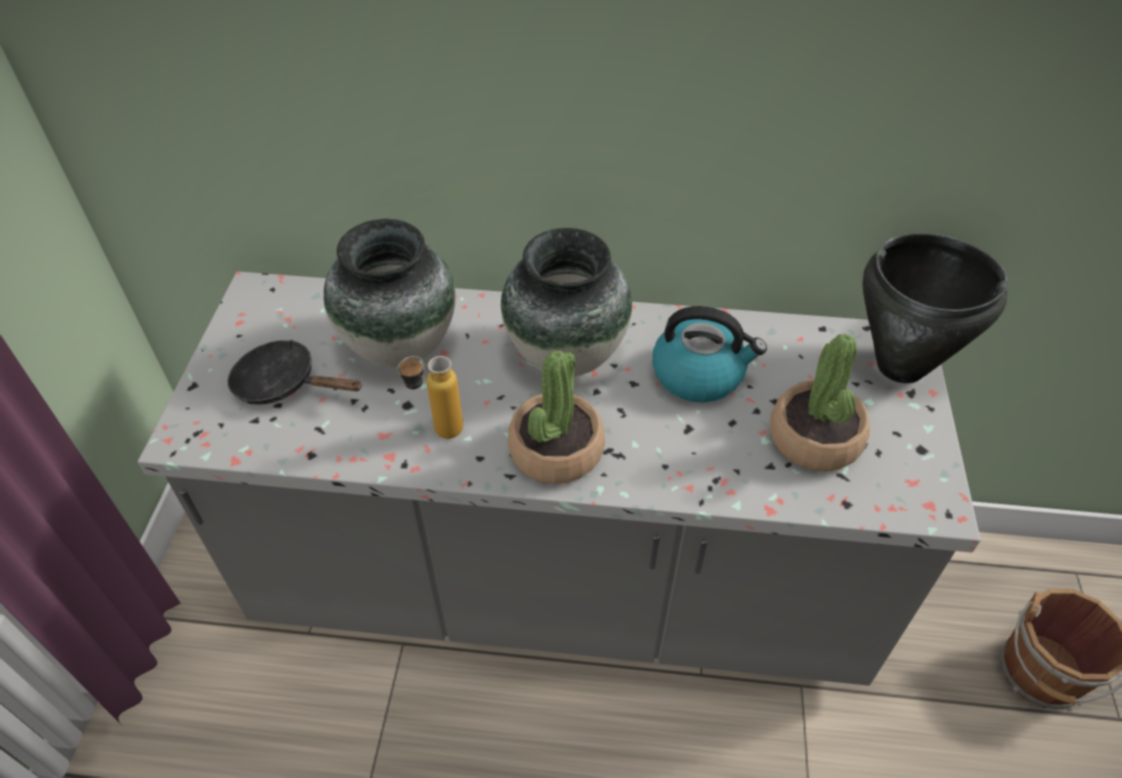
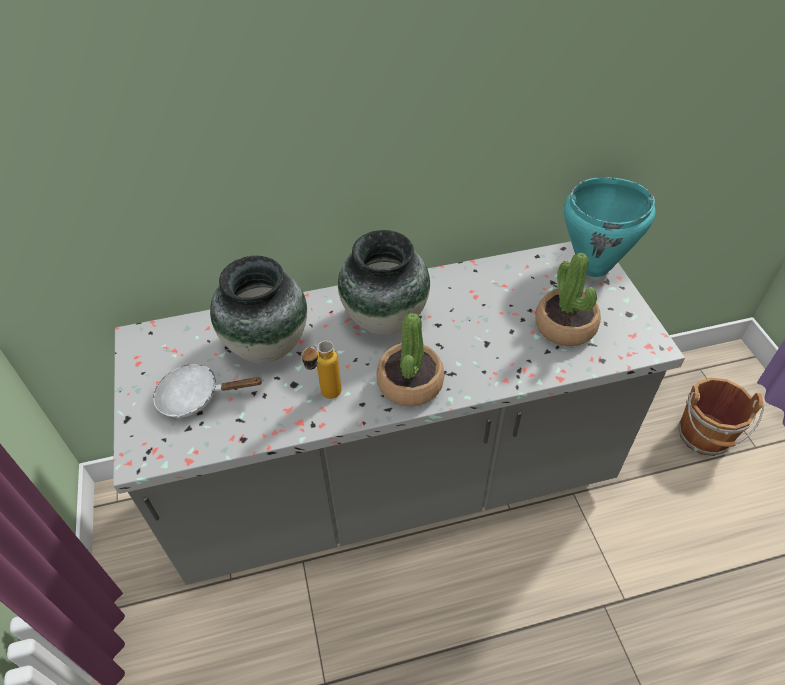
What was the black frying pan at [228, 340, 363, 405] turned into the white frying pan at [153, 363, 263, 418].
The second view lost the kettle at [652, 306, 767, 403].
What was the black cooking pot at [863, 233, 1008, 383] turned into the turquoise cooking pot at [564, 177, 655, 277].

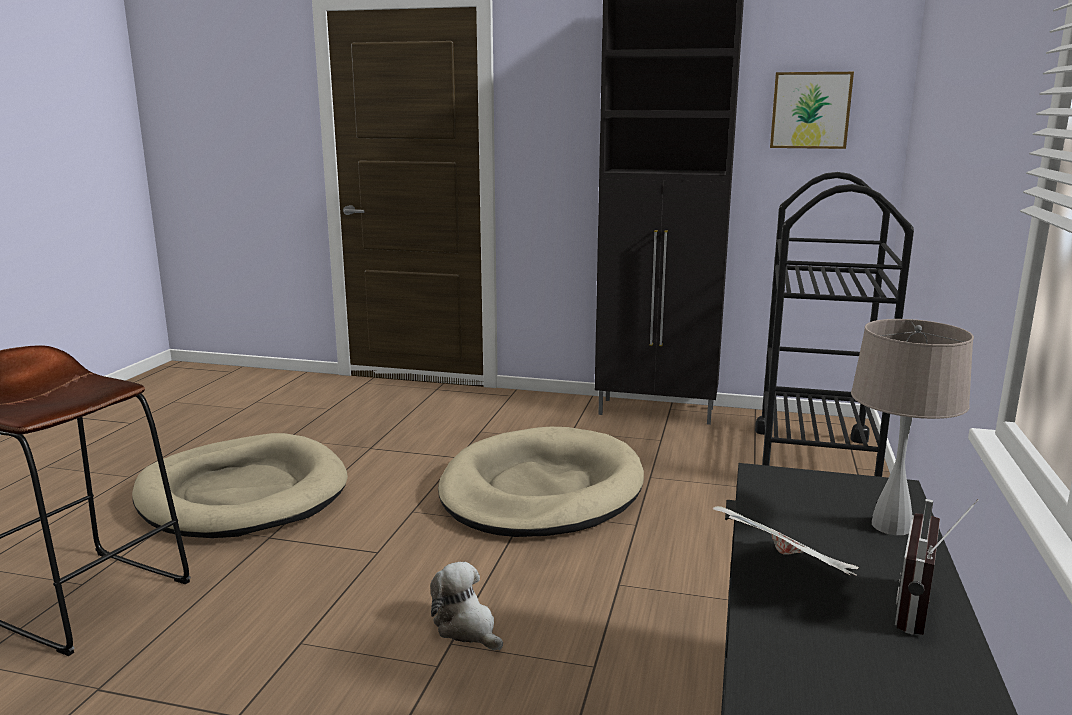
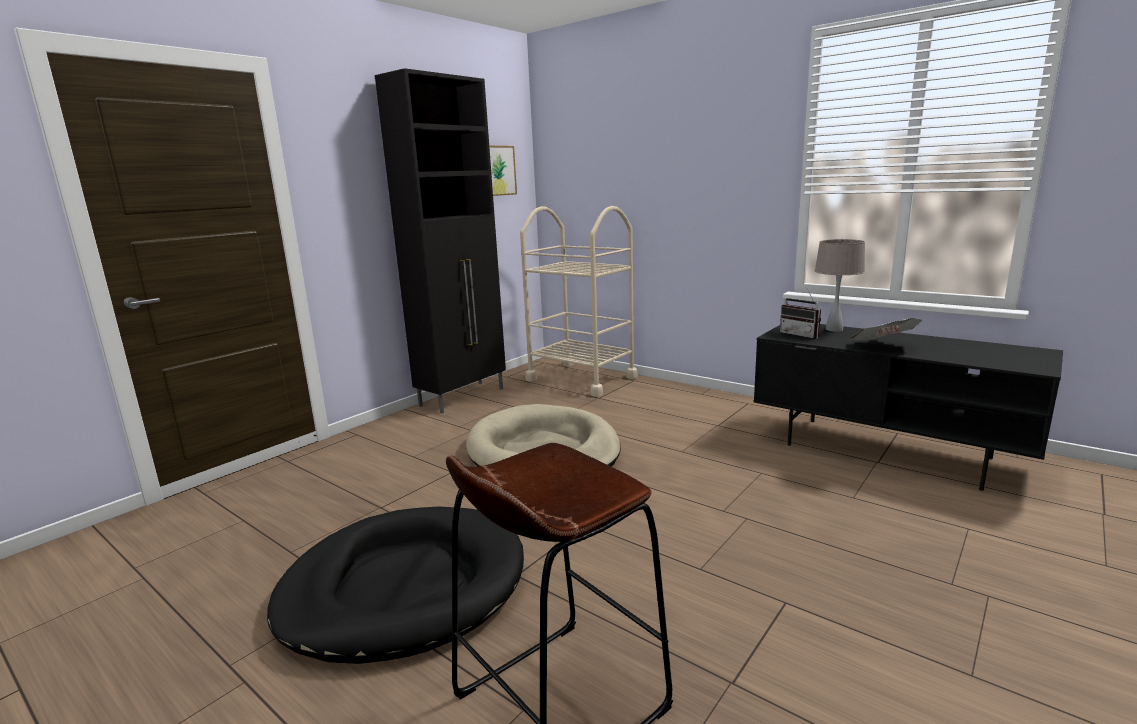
What was the beige dog bed at [132, 433, 348, 538] turned into the black dog bed at [267, 506, 524, 664].
The second view lost the plush toy at [430, 562, 503, 650].
What was the black cart at [755, 172, 914, 477] turned into the beige cart at [520, 206, 638, 397].
The radio ended up elsewhere, having gone from [895, 499, 979, 635] to [780, 289, 821, 339].

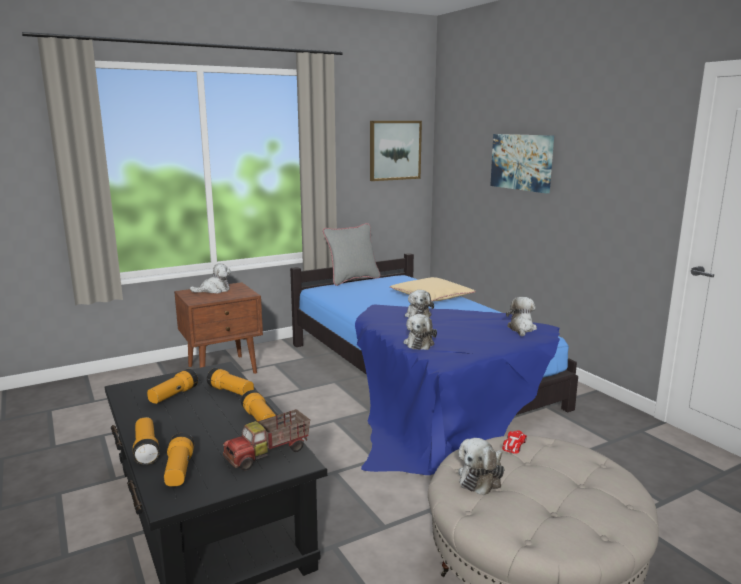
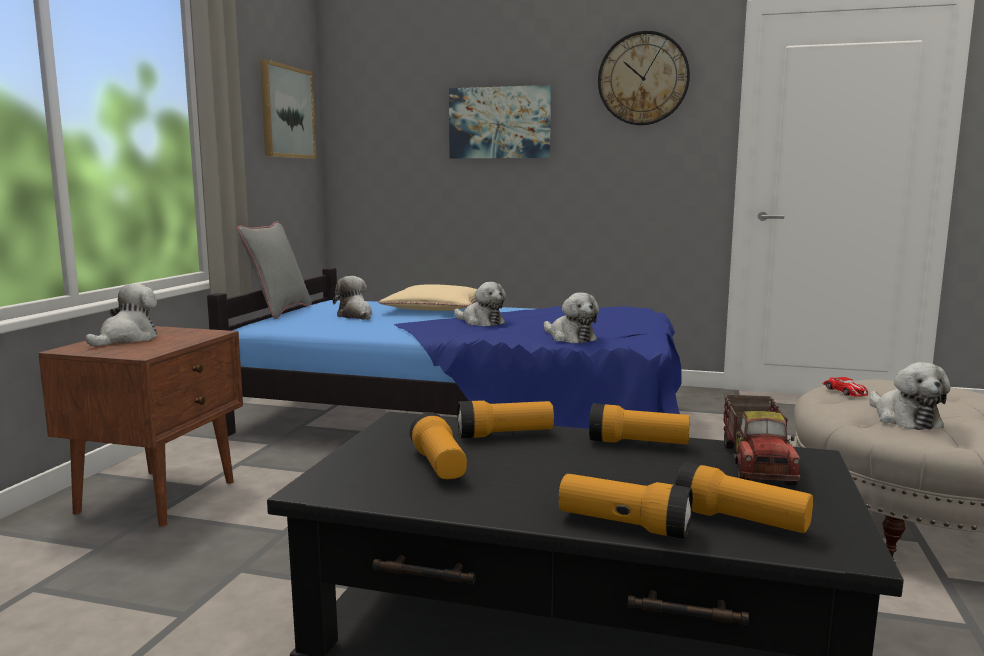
The plush toy ended up elsewhere, having gone from [506, 297, 537, 336] to [333, 276, 372, 320].
The second view gained the wall clock at [598, 31, 690, 125].

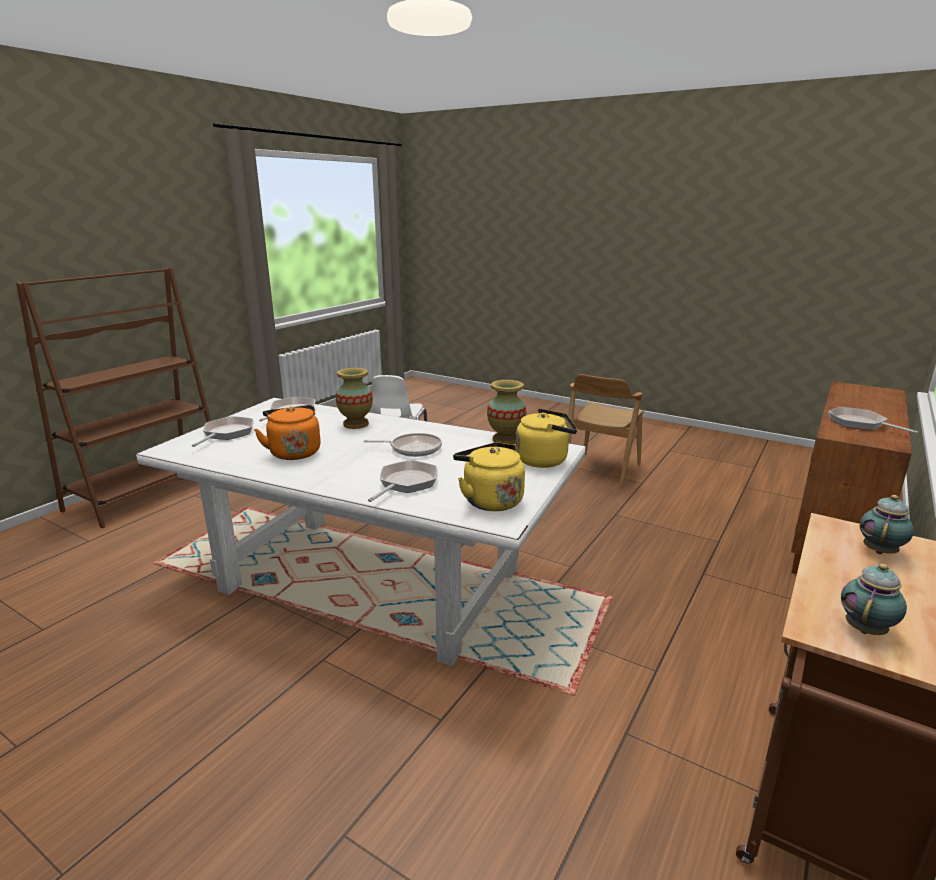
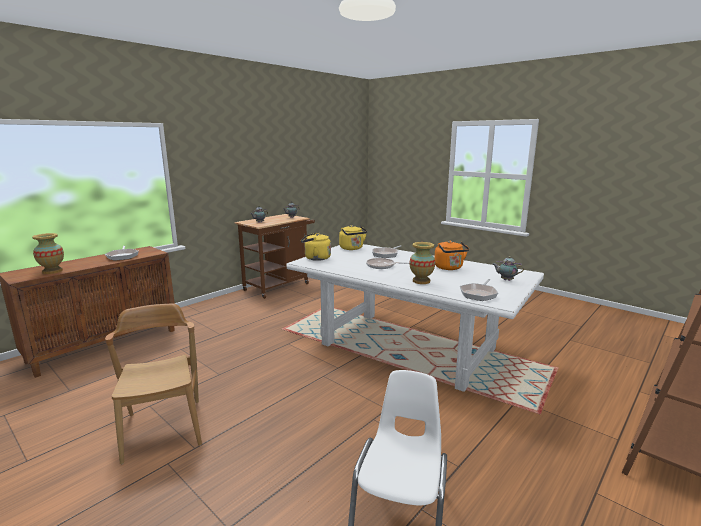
Where the frying pan stood at [192, 416, 254, 447], the teapot came to stand at [493, 256, 524, 281].
The vase ended up elsewhere, having gone from [487, 380, 526, 445] to [32, 233, 64, 274].
The brown chair at [567, 374, 644, 490] ended up facing another way, 60 degrees counterclockwise from before.

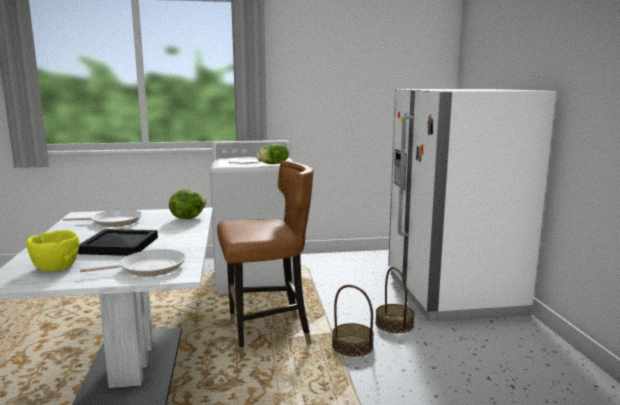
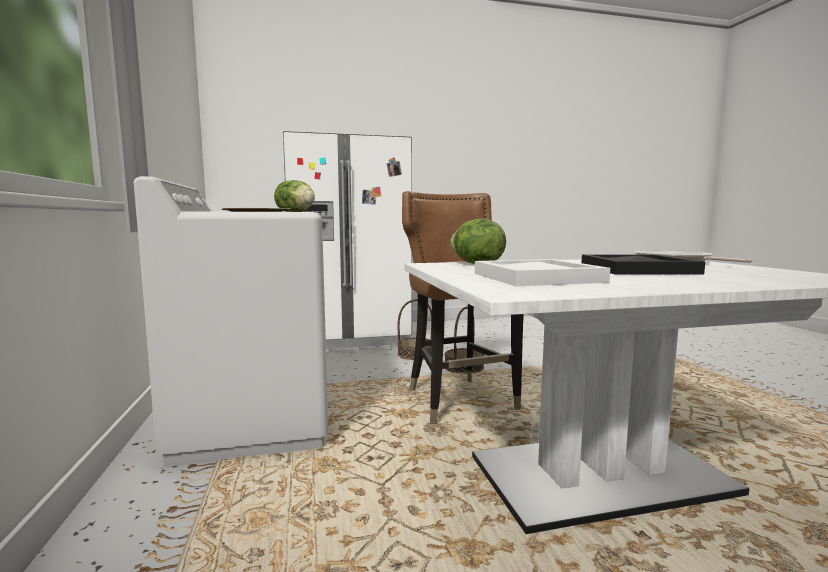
The second view lost the yellow bowl at [26, 230, 79, 271].
Where the frying pan stood at [63, 210, 142, 227], the white tray came to stand at [475, 259, 610, 286].

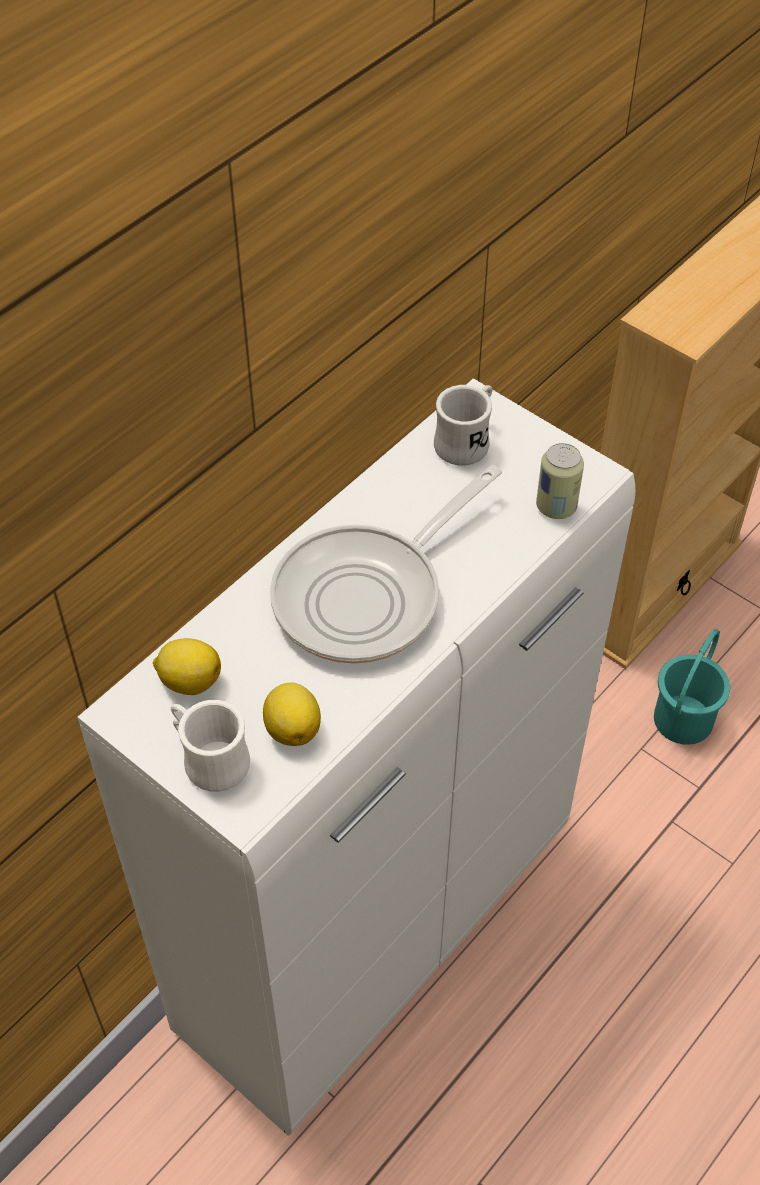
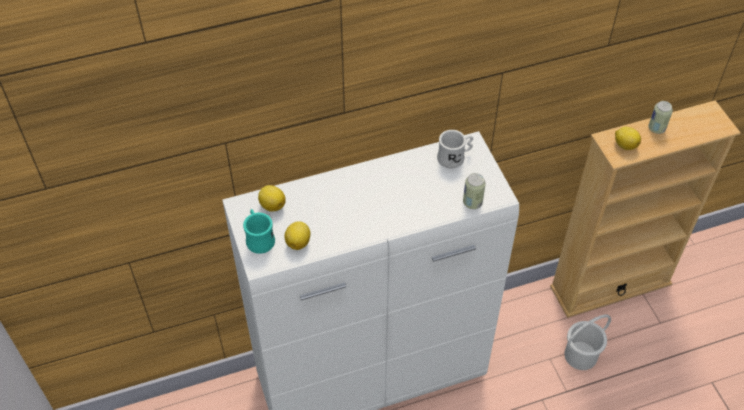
What was the white mug at [171, 700, 250, 792] turned into the turquoise mug at [243, 209, 275, 254].
The second view lost the frying pan at [270, 465, 502, 664].
What was the turquoise bucket at [654, 629, 730, 745] turned into the white bucket at [564, 315, 611, 370].
The second view gained the lemon at [615, 127, 641, 150].
The second view gained the can at [648, 101, 673, 134].

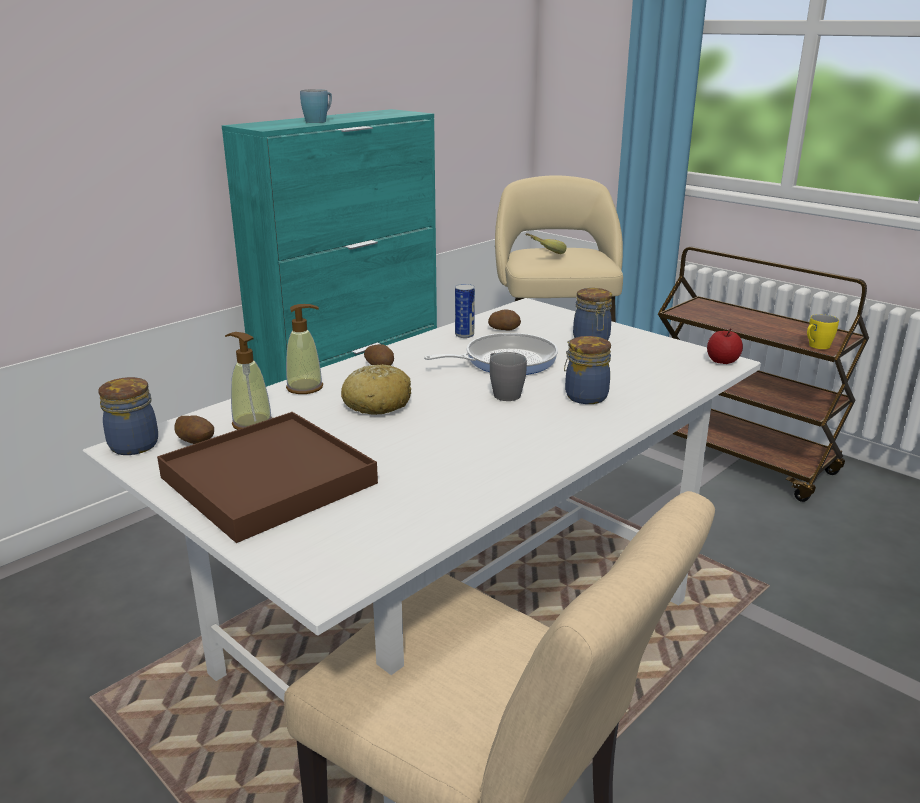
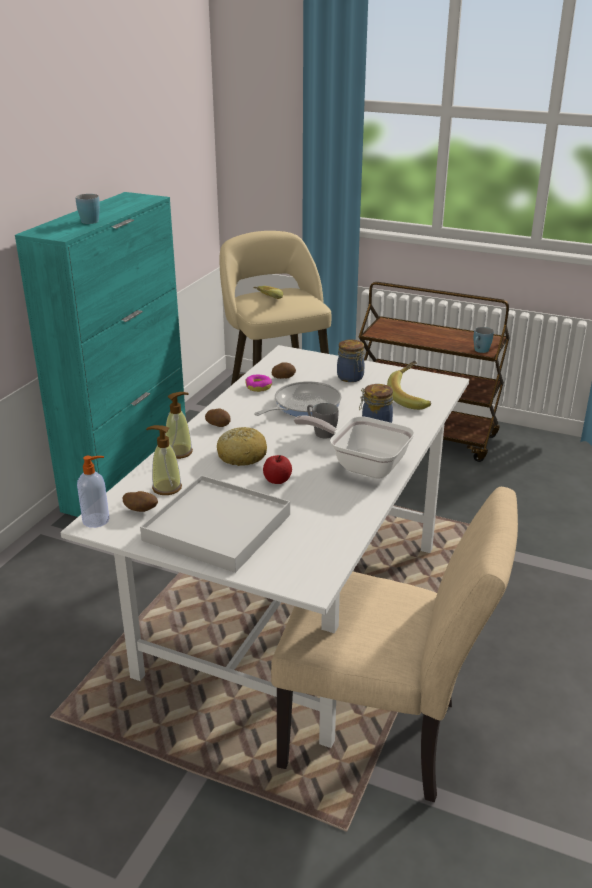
Where the jar stood at [98, 377, 158, 455], the soap dispenser came to stand at [77, 456, 109, 528].
What was the brown tray at [157, 412, 378, 543] turned into the white tray at [140, 475, 290, 573].
Where the can stood at [455, 284, 475, 338], the donut came to stand at [245, 375, 272, 392].
The apple ended up elsewhere, having gone from [707, 328, 743, 364] to [263, 455, 292, 484].
What was the yellow mug at [807, 314, 839, 349] turned into the blue mug at [473, 327, 494, 353].
The second view gained the frying pan at [294, 416, 415, 479].
The second view gained the banana at [387, 361, 431, 410].

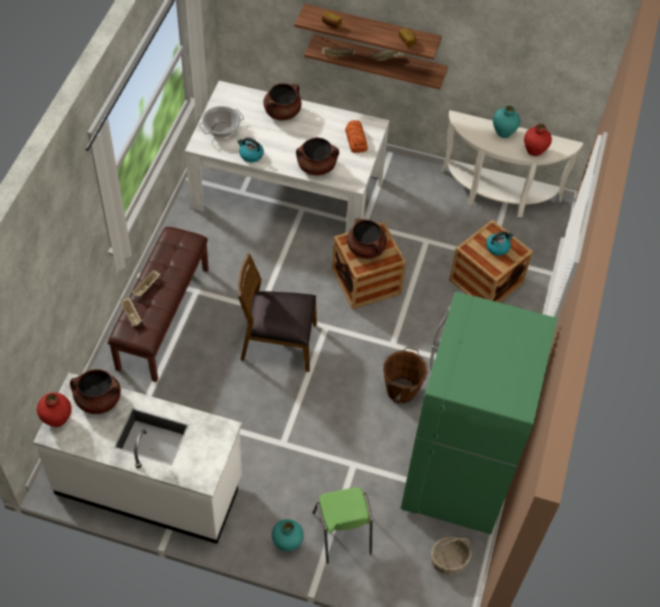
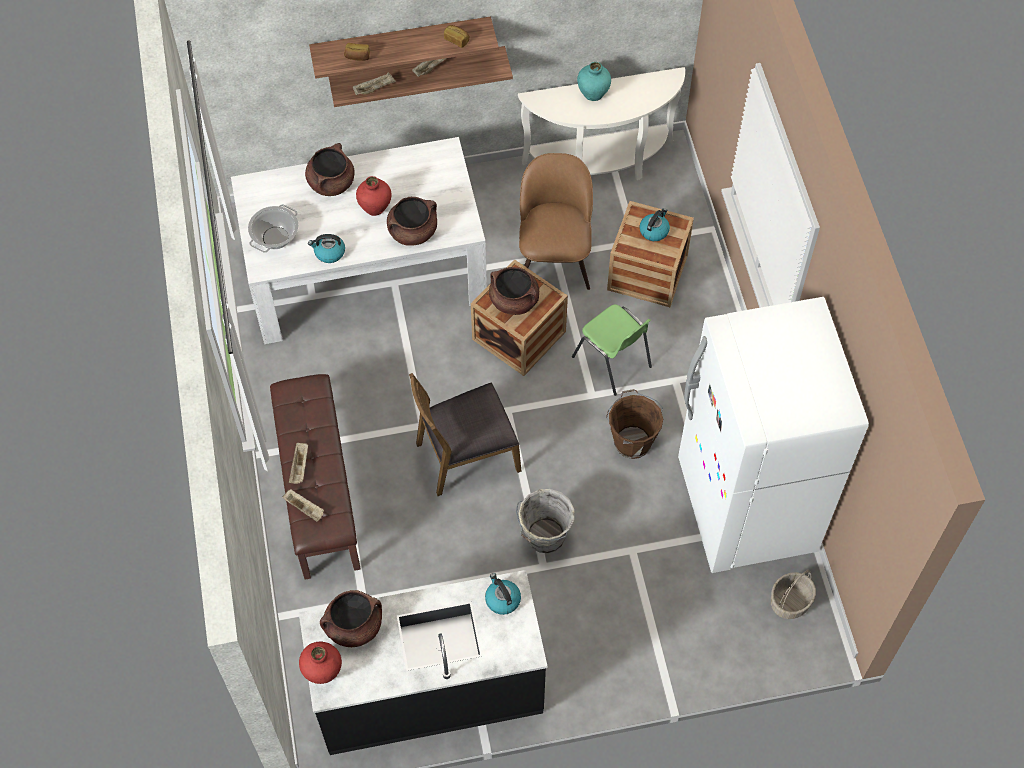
What was the white counter at [33, 373, 242, 544] turned into the black counter at [299, 570, 548, 755].
The second view lost the turquoise vase at [272, 519, 304, 551].
The green chair ended up elsewhere, having gone from [313, 487, 373, 564] to [572, 304, 652, 396].
The second view lost the bread at [345, 120, 368, 153].
What was the green fridge at [401, 292, 558, 534] turned into the white fridge at [678, 297, 869, 573].
The red vase ended up elsewhere, having gone from [524, 124, 552, 156] to [356, 176, 392, 216].
The second view gained the kettle at [485, 573, 521, 615].
The second view gained the grey bucket at [516, 489, 574, 554].
The second view gained the brown chair at [519, 153, 593, 290].

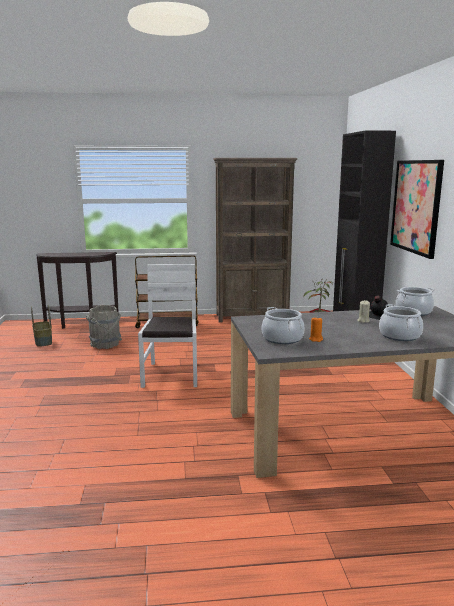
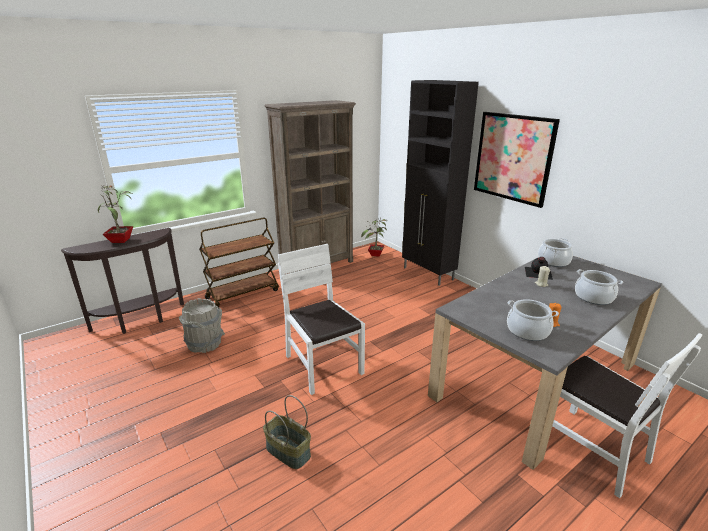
The basket ended up elsewhere, having gone from [31, 304, 52, 347] to [263, 395, 311, 469].
The second view gained the potted plant at [98, 185, 133, 243].
The second view gained the white chair at [552, 333, 702, 498].

